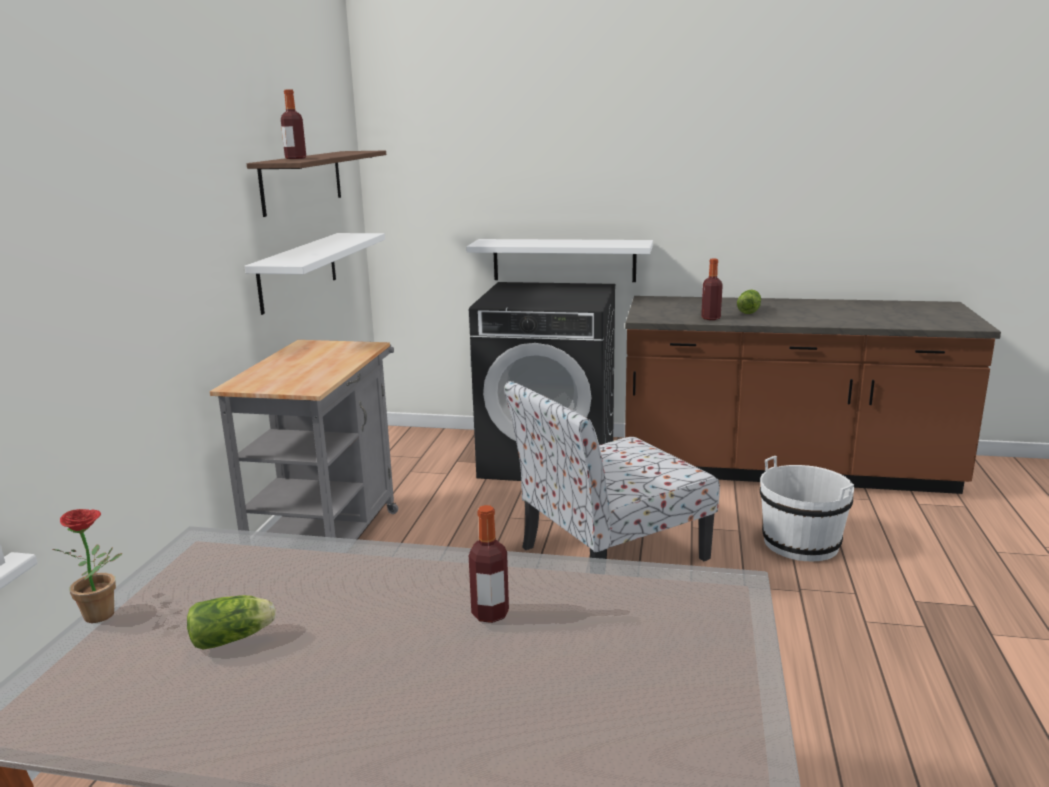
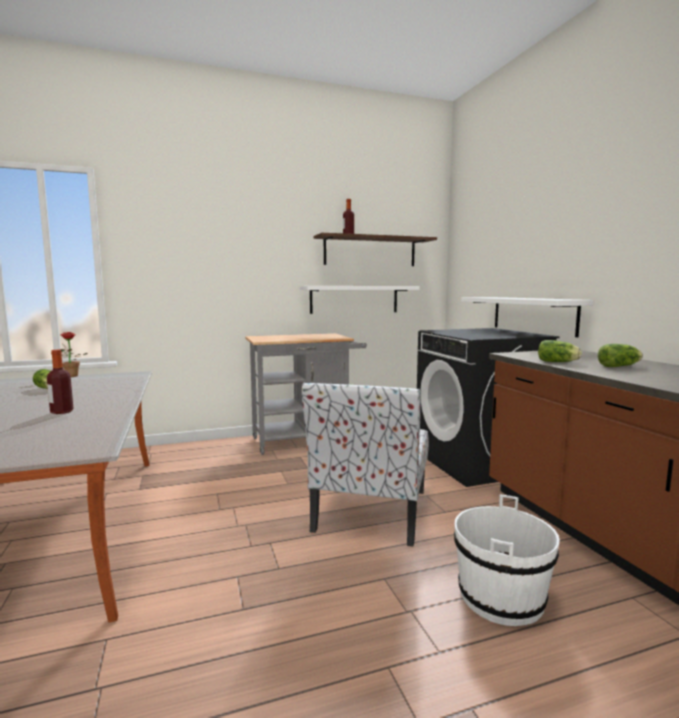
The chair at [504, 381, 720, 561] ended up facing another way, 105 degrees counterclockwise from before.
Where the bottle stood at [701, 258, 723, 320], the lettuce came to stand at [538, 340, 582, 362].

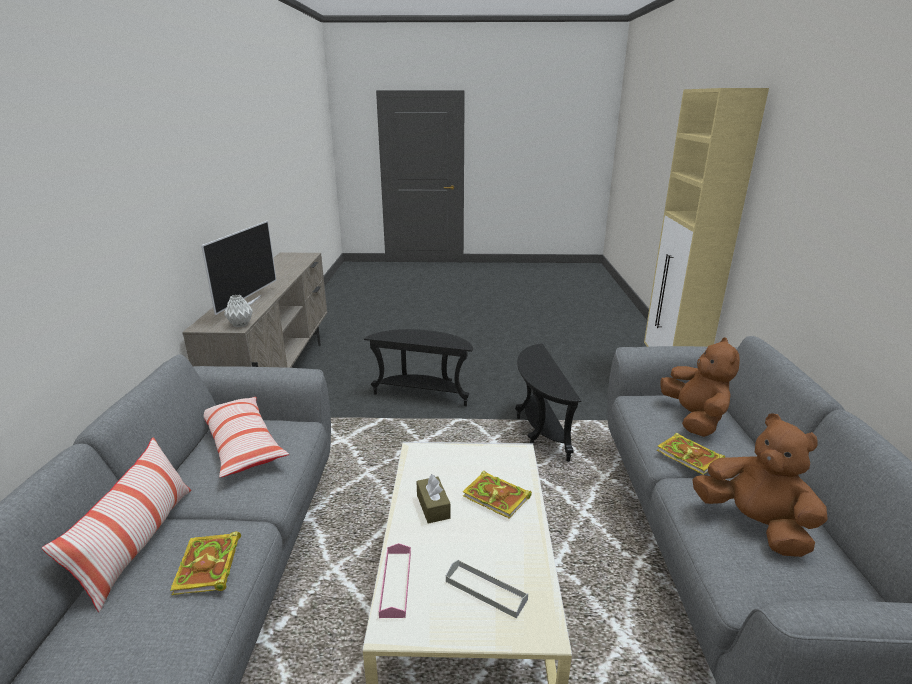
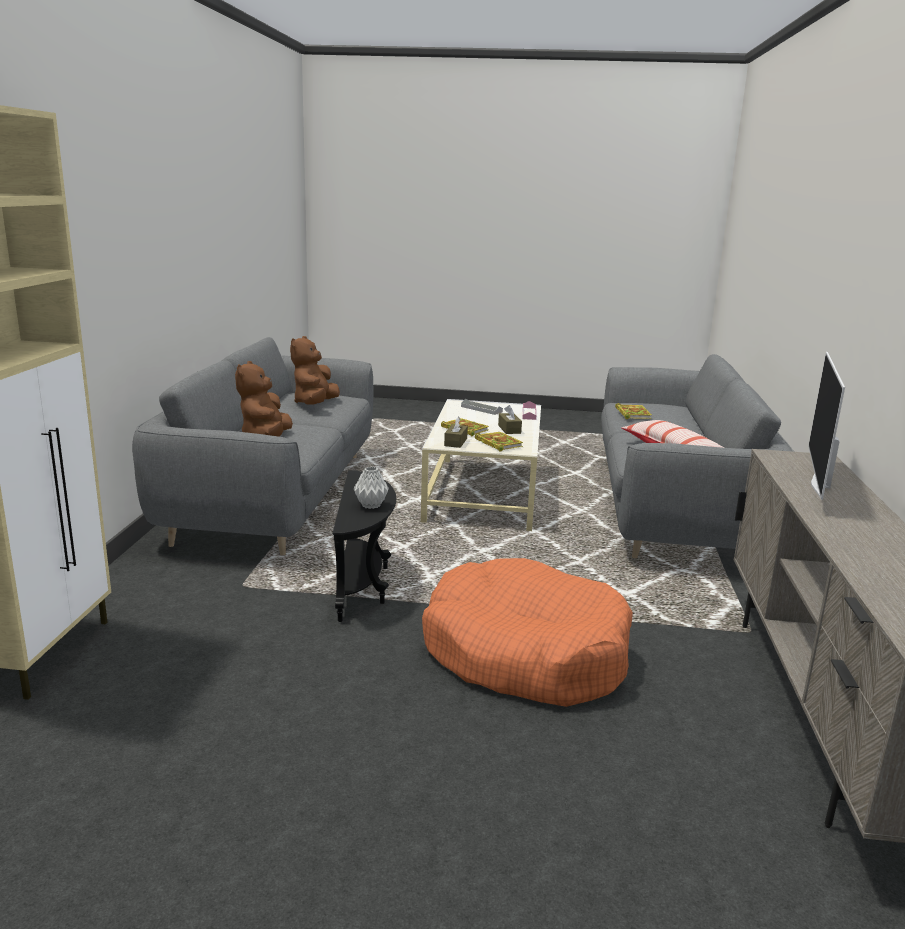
The second view lost the pillow at [42, 438, 191, 612].
The grey vase ended up elsewhere, having gone from [224, 295, 253, 327] to [354, 467, 389, 509].
Where the black side table stood at [364, 329, 473, 406], the orange dog bed came to stand at [422, 558, 633, 707].
The book ended up elsewhere, having gone from [657, 433, 725, 475] to [475, 432, 523, 452].
The brown plush toy at [692, 413, 828, 557] ended up facing another way, 45 degrees clockwise from before.
The second view gained the brown tissue box at [444, 417, 468, 448].

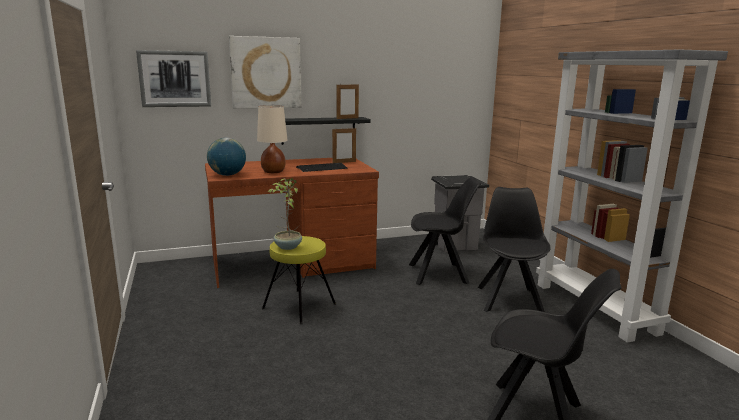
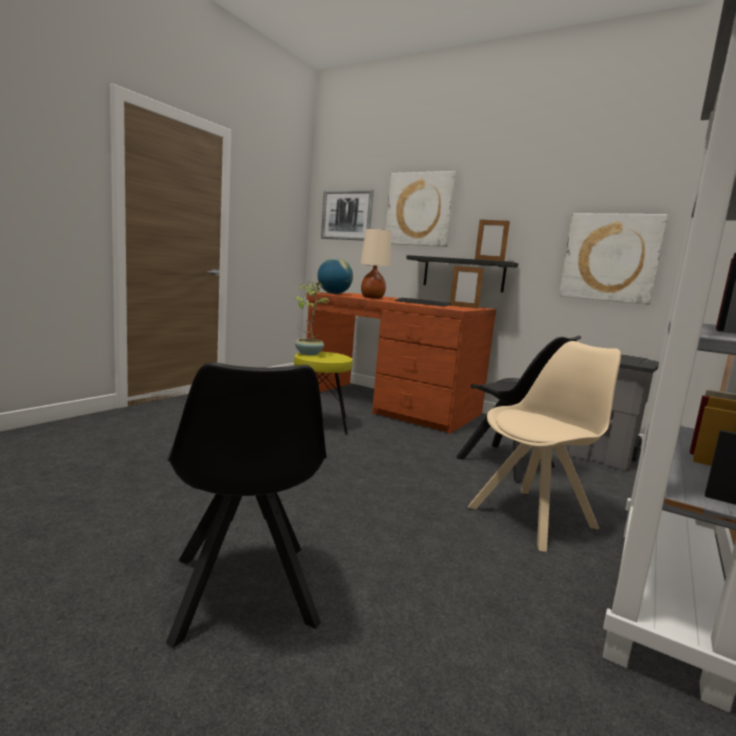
What was the black chair at [478, 187, 550, 312] turned into the beige chair at [468, 341, 621, 552].
The second view gained the picture at [559, 213, 668, 305].

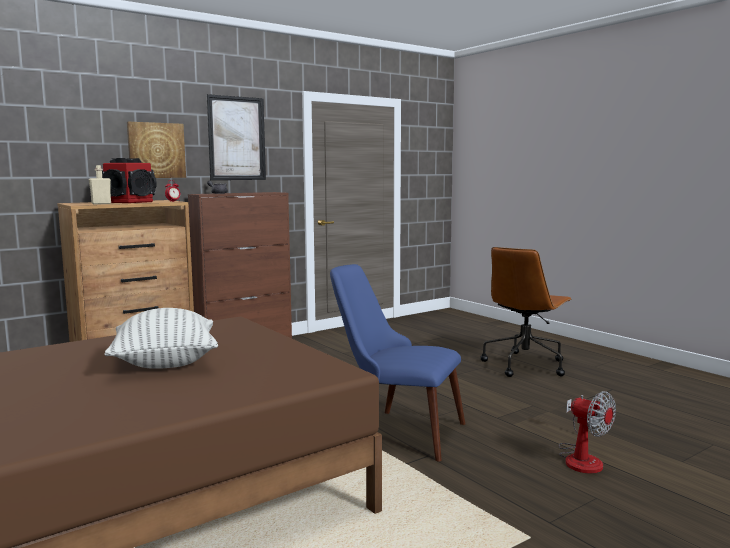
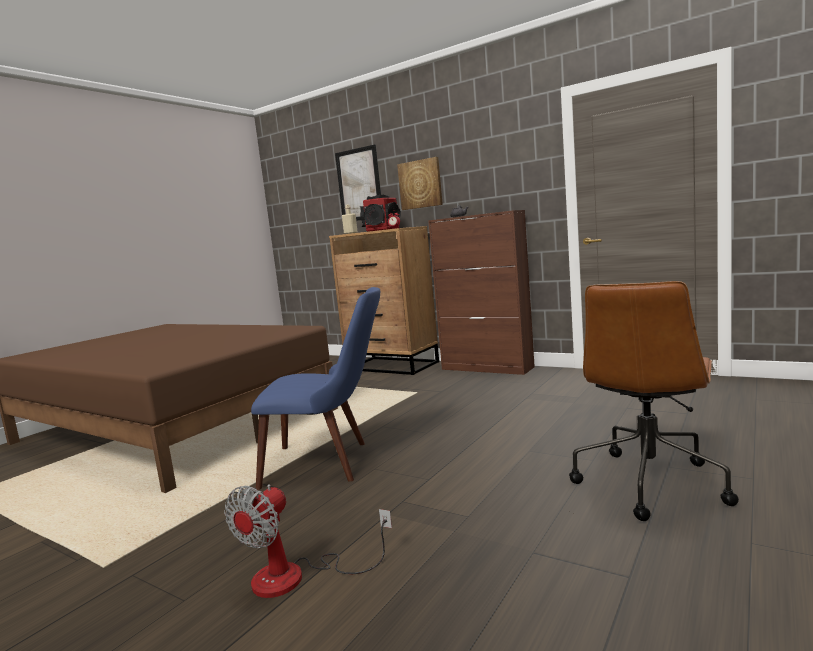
The second view lost the pillow at [104, 308, 218, 369].
The picture ended up elsewhere, having gone from [206, 94, 266, 180] to [335, 144, 381, 221].
The blue chair at [330, 264, 465, 461] ended up facing another way, 90 degrees clockwise from before.
The brown office chair at [481, 247, 572, 377] ended up facing another way, 75 degrees counterclockwise from before.

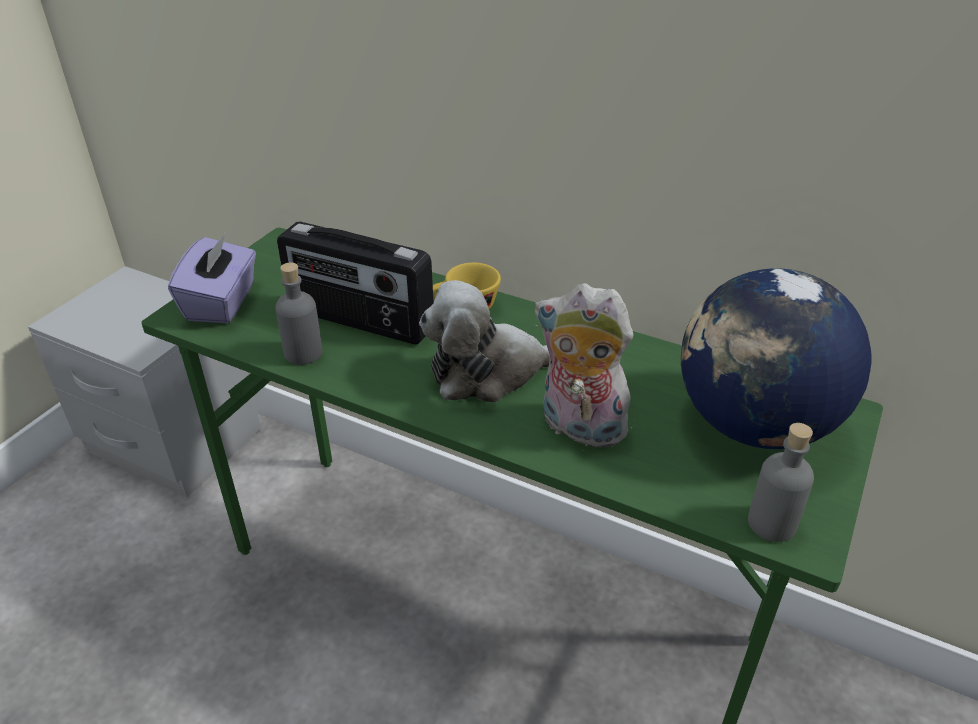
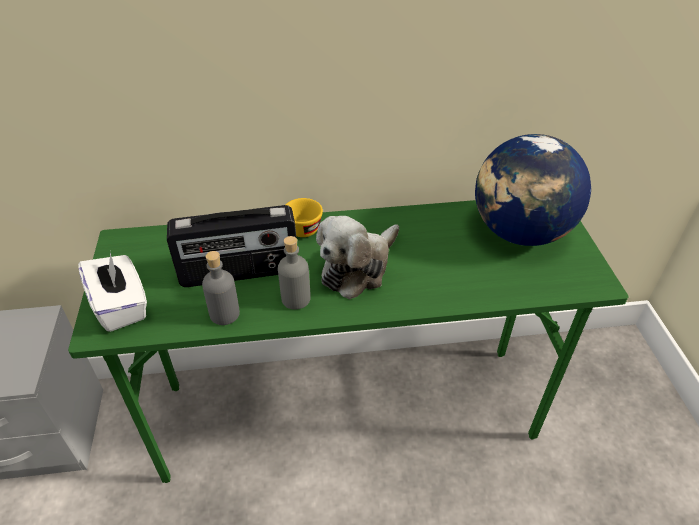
What was the purple tissue box at [168, 233, 256, 323] turned into the white tissue box at [78, 251, 147, 332].
The second view lost the plush toy at [535, 283, 635, 448].
The grey bottle ended up elsewhere, having gone from [748, 423, 814, 542] to [278, 236, 311, 310].

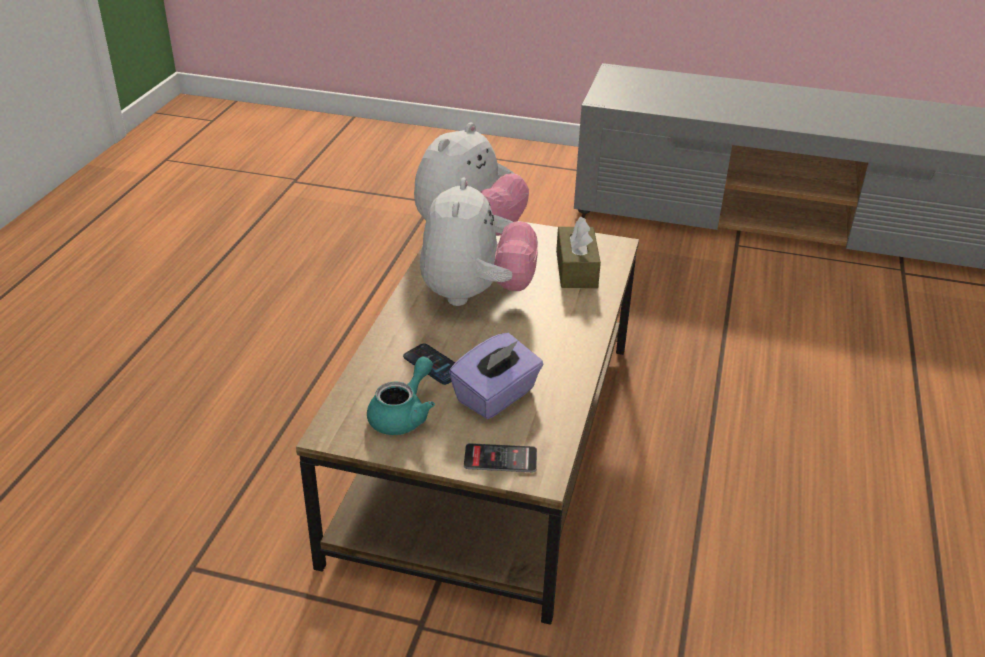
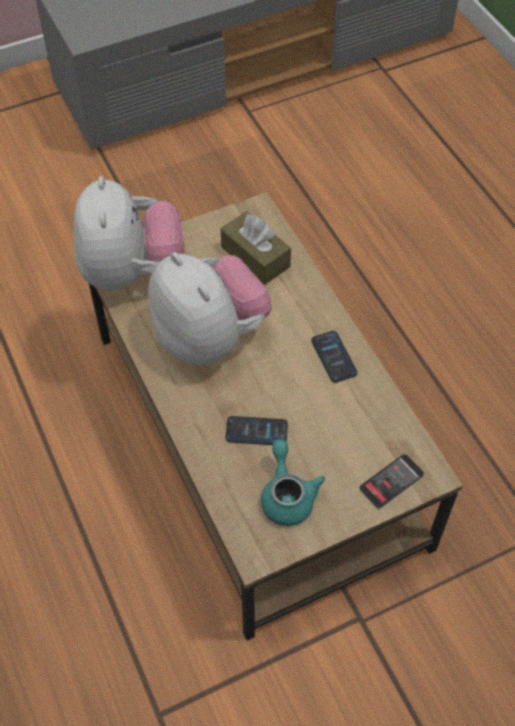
The second view lost the purple tissue box at [449, 333, 543, 419].
The second view gained the phone at [311, 331, 357, 383].

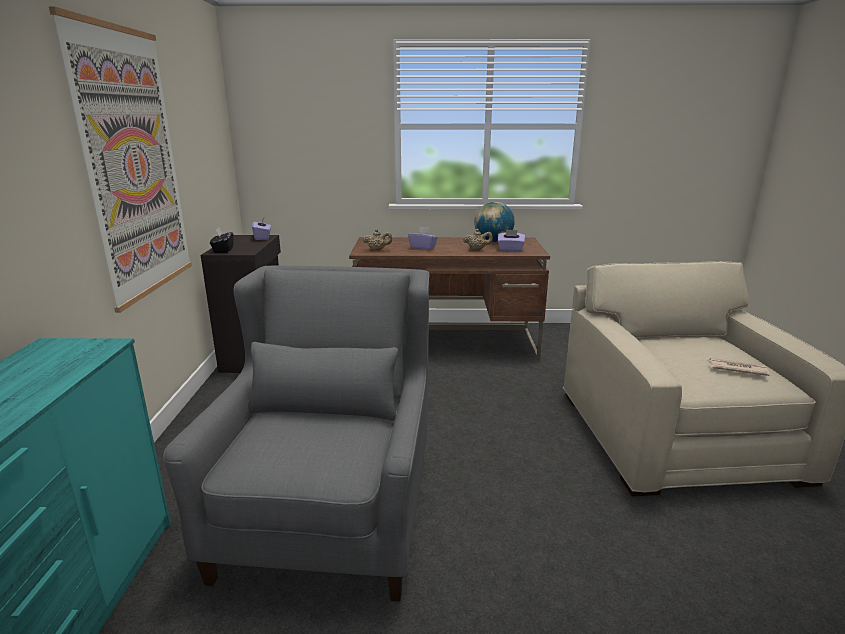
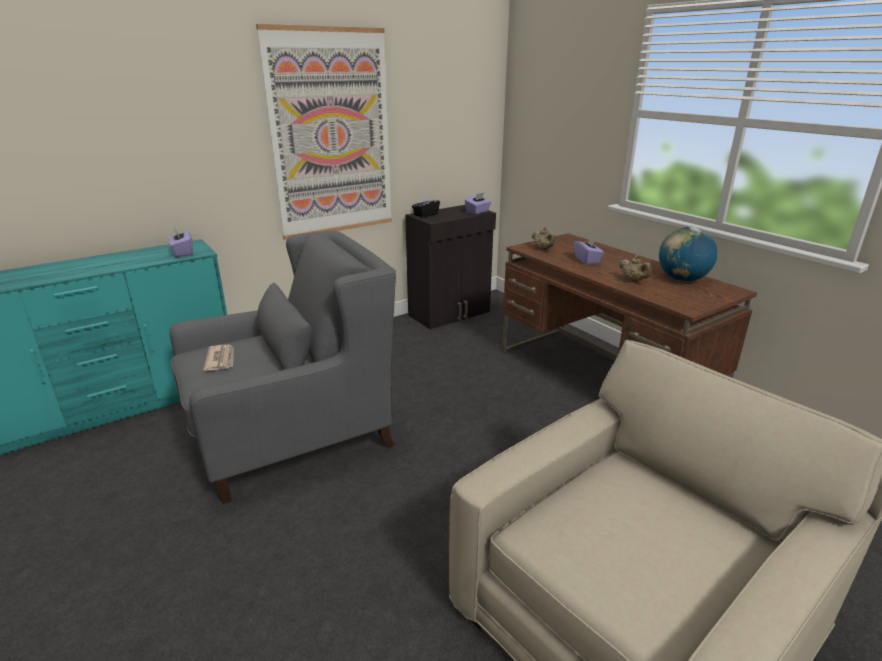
The purple tissue box ended up elsewhere, having gone from [498, 229, 525, 251] to [168, 227, 193, 257].
The newspaper ended up elsewhere, having gone from [708, 358, 770, 376] to [203, 344, 234, 371].

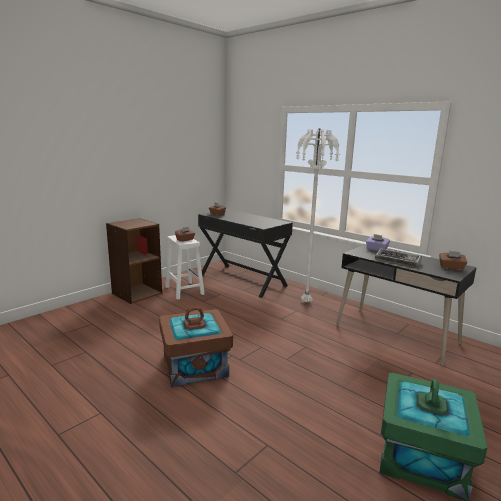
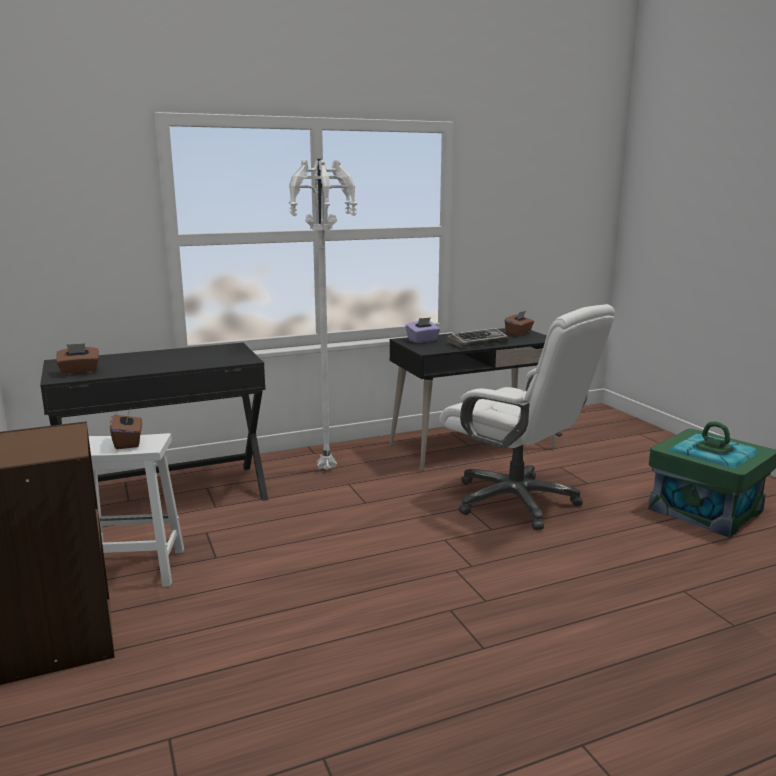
The second view lost the brown storage box at [159, 307, 233, 387].
The second view gained the white office chair at [439, 304, 615, 530].

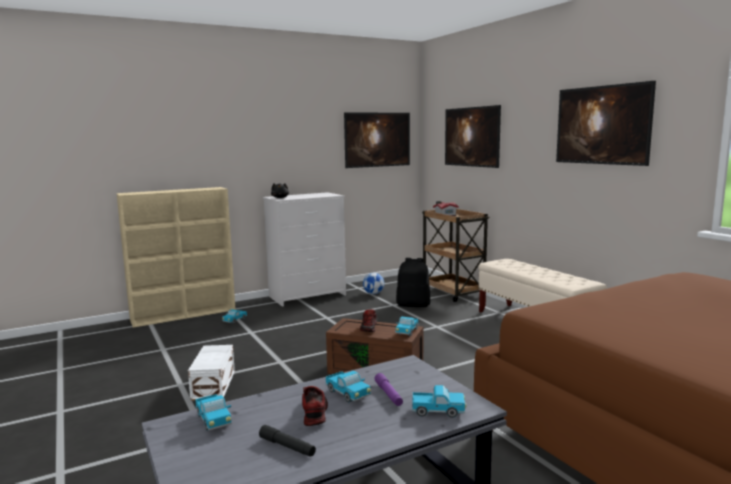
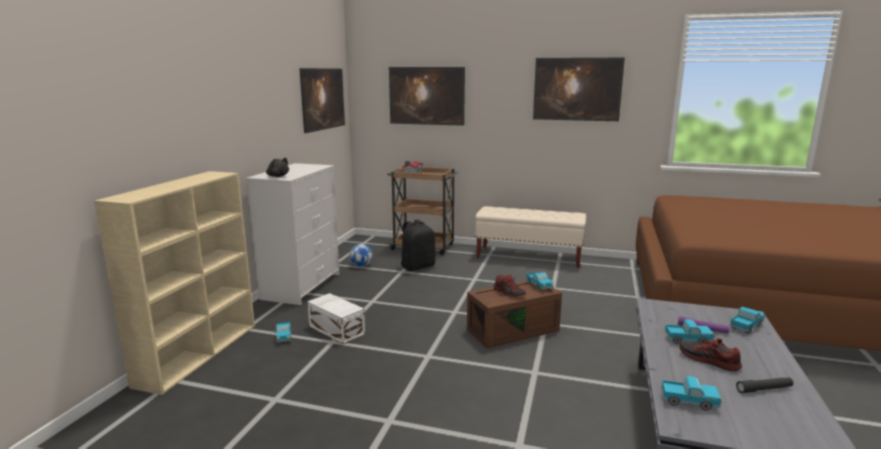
The white storage box ended up elsewhere, having gone from [188, 345, 235, 401] to [307, 293, 365, 344].

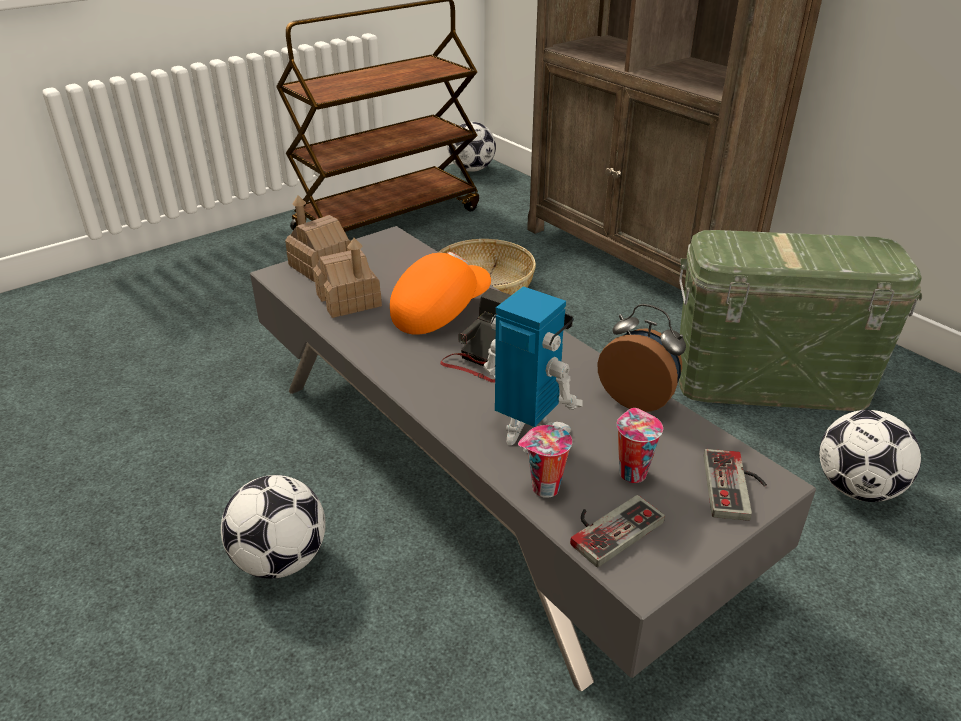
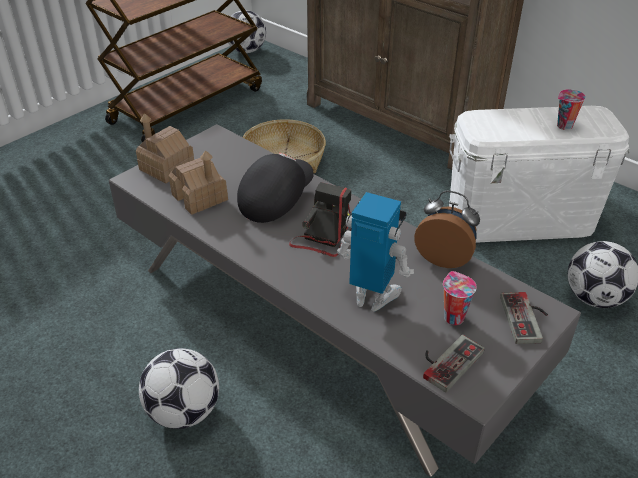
What was the orange cap at [390, 252, 491, 335] turned into the black cap at [237, 153, 314, 223].
The cup ended up elsewhere, having gone from [518, 425, 572, 498] to [557, 89, 586, 130].
What was the green storage box at [679, 230, 922, 411] turned into the white storage box at [449, 106, 630, 243].

